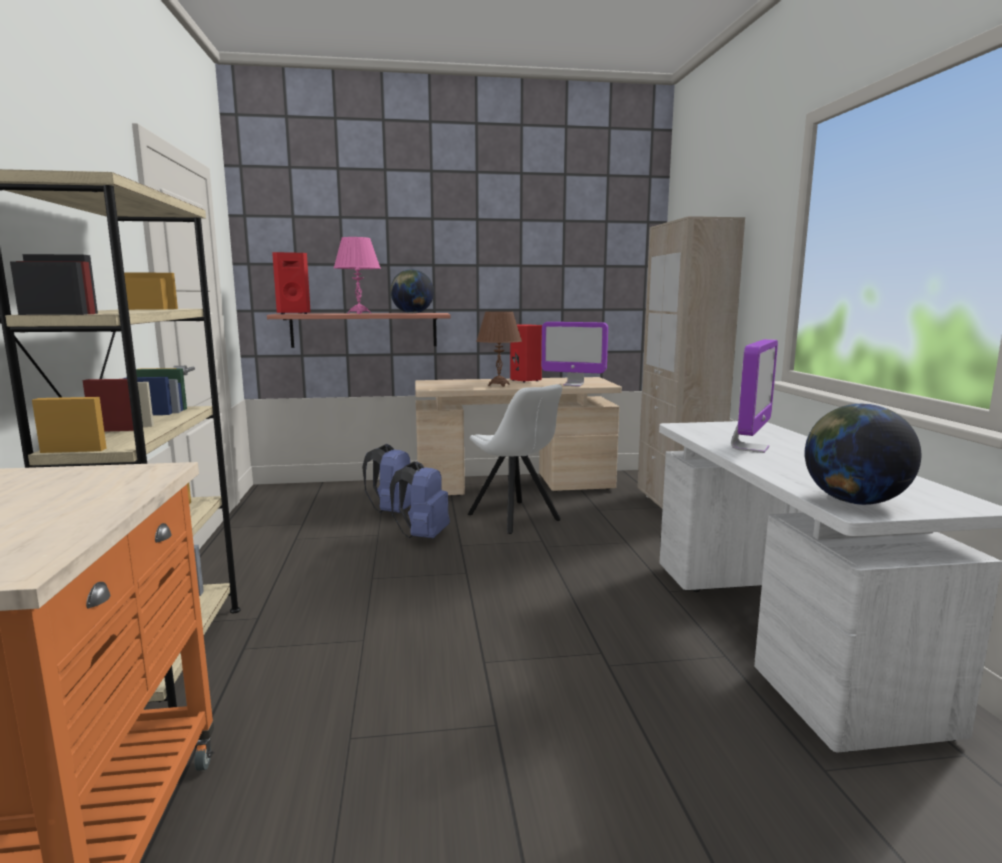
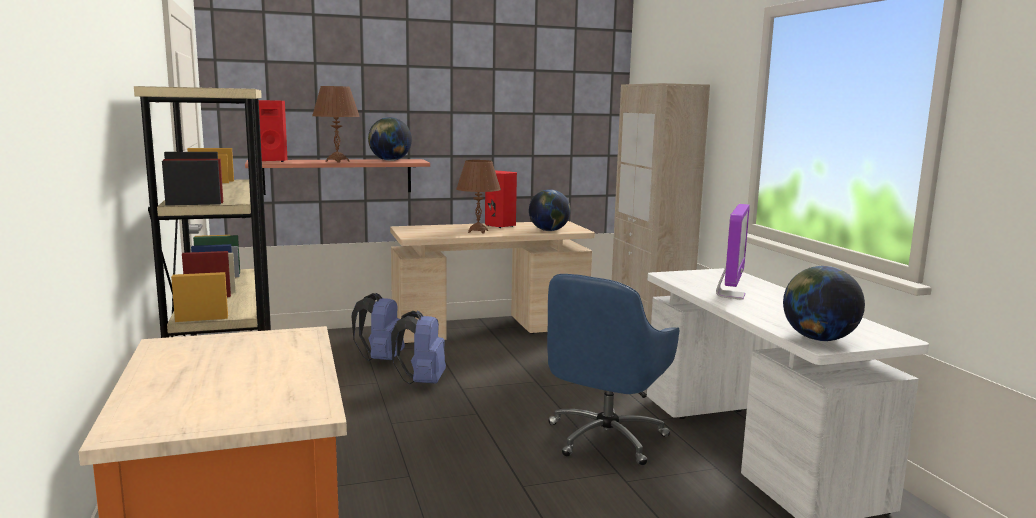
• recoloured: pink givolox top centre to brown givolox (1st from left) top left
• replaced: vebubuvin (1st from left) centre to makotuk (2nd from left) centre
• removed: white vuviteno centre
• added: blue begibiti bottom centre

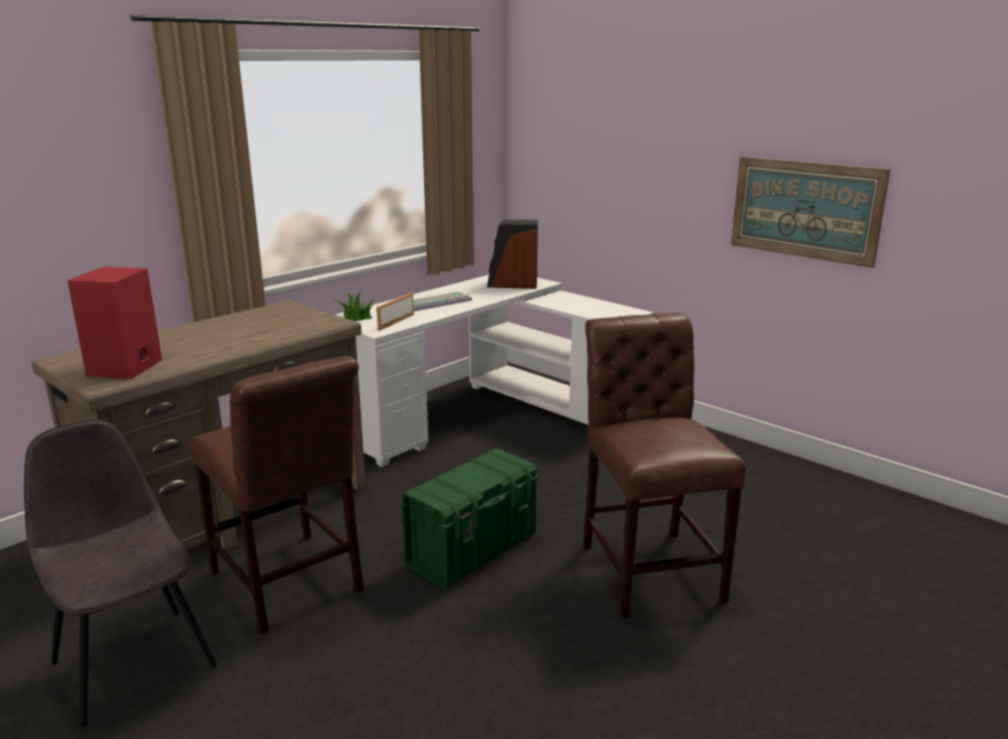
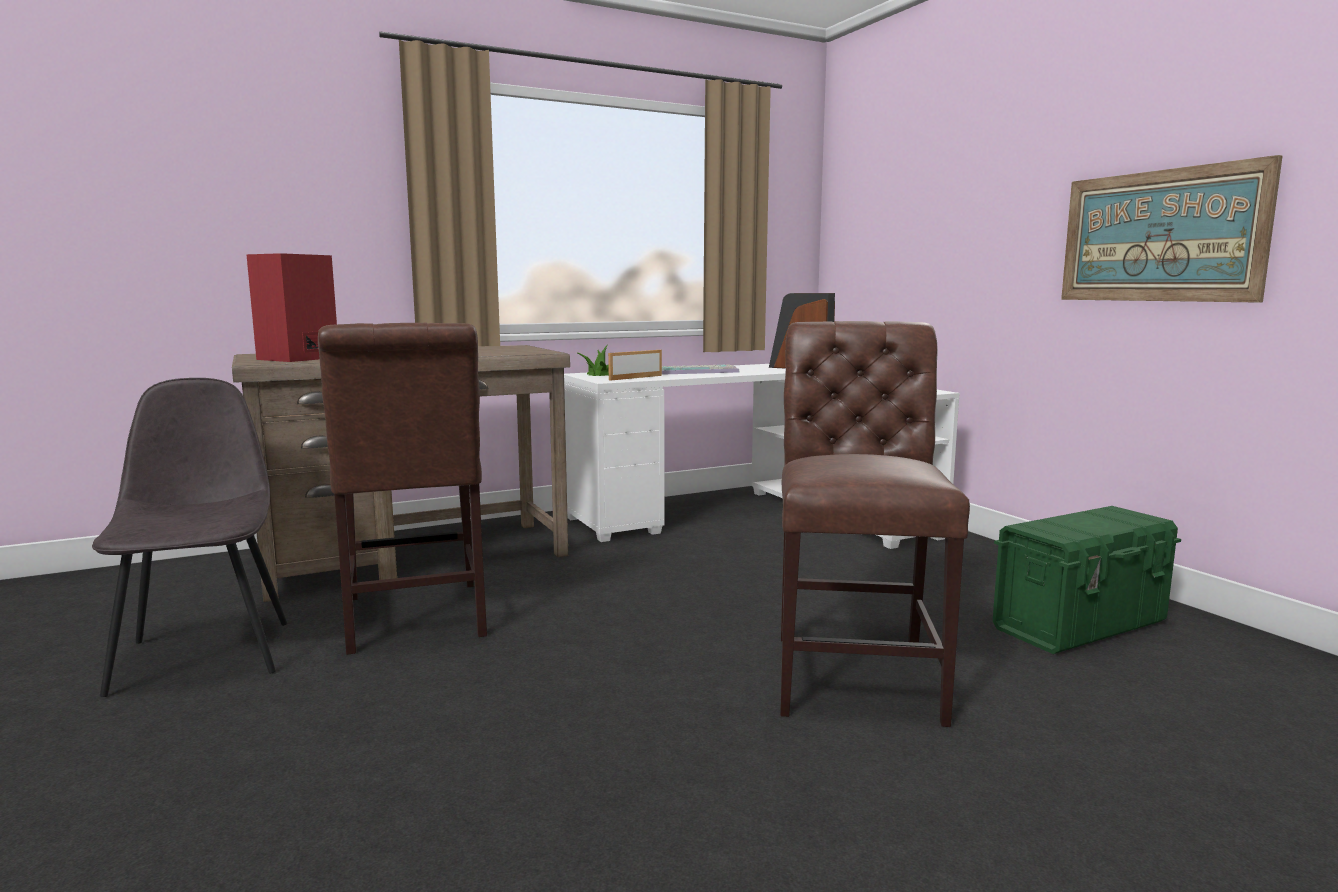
• moved: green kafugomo bottom centre to middle right

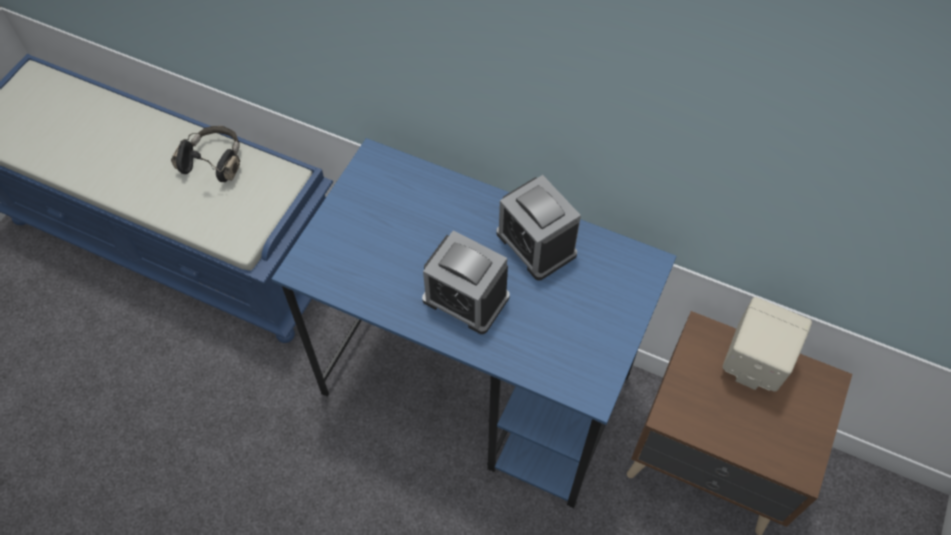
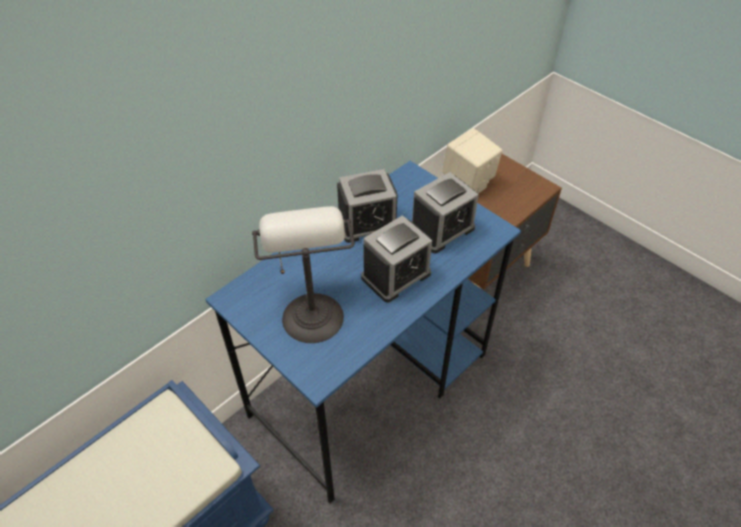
• removed: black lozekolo top left
• added: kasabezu (3rd from left) centre
• added: givolox centre

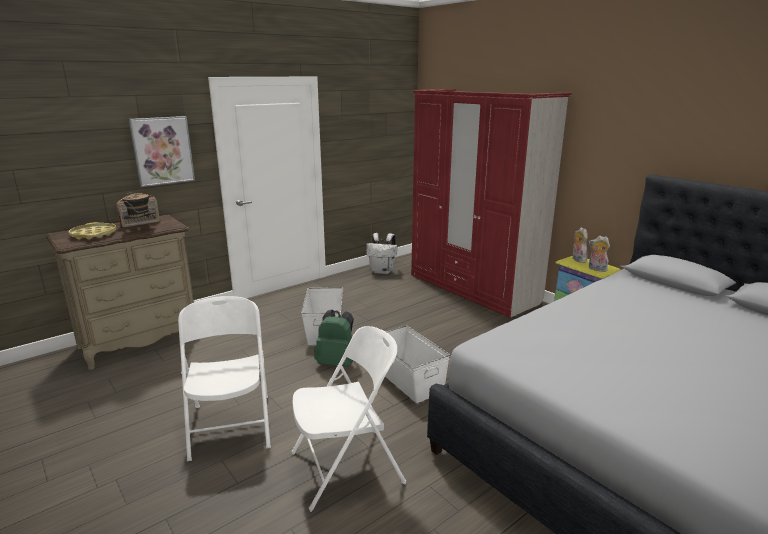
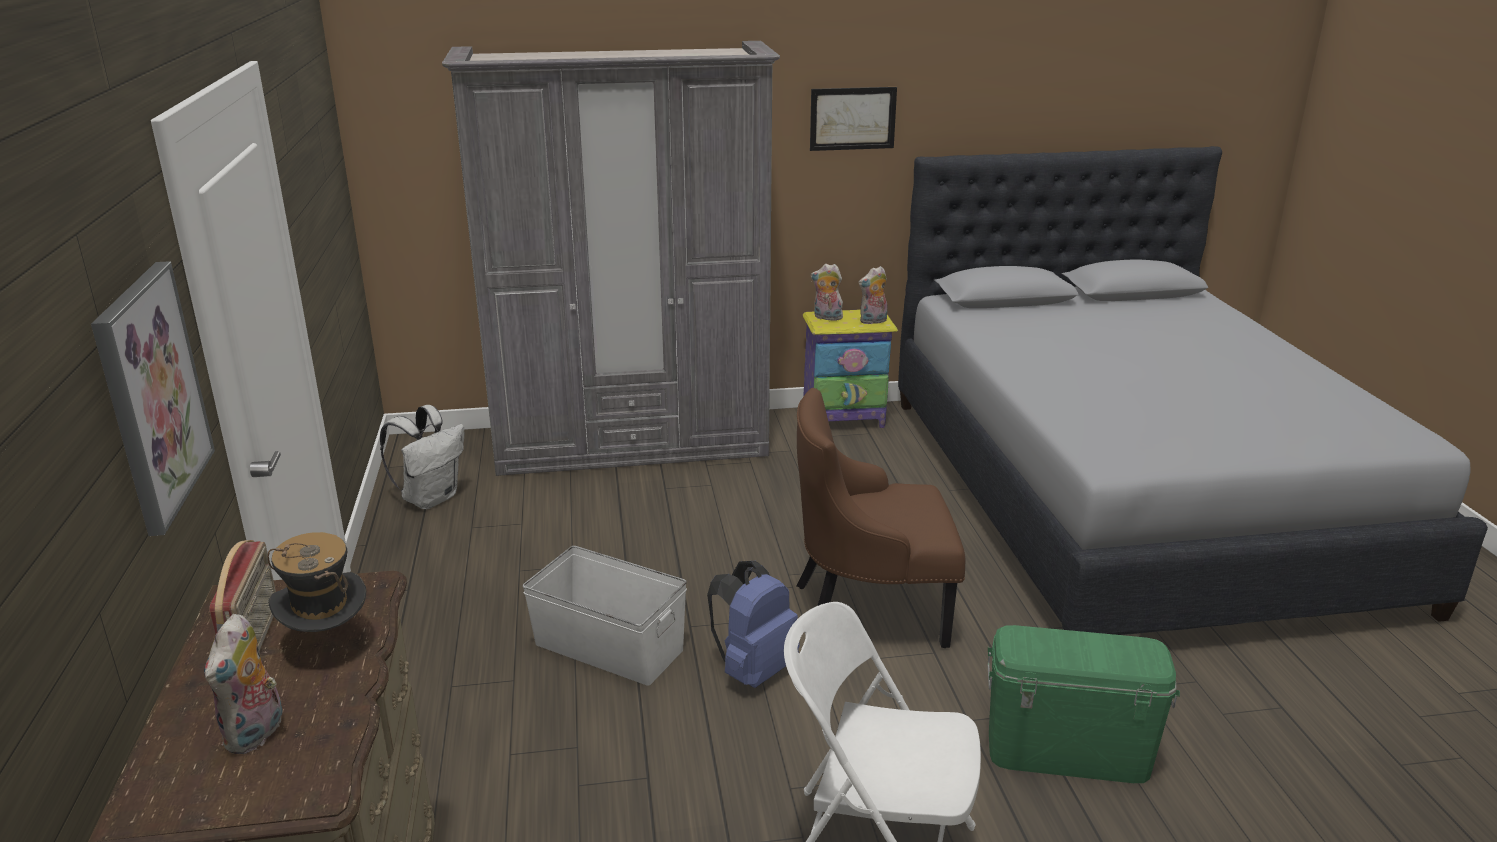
• recoloured: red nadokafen centre to grey nadokafen top centre
• replaced: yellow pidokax middle left to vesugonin (1st from left) bottom left
• recoloured: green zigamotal centre to blue zigamotal bottom centre
• replaced: white vuviteno (2nd from left) bottom centre to green kafugomo bottom right
• replaced: white kafugomo (2nd from left) bottom centre to brown vuviteno centre
• added: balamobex (2nd from left) top centre

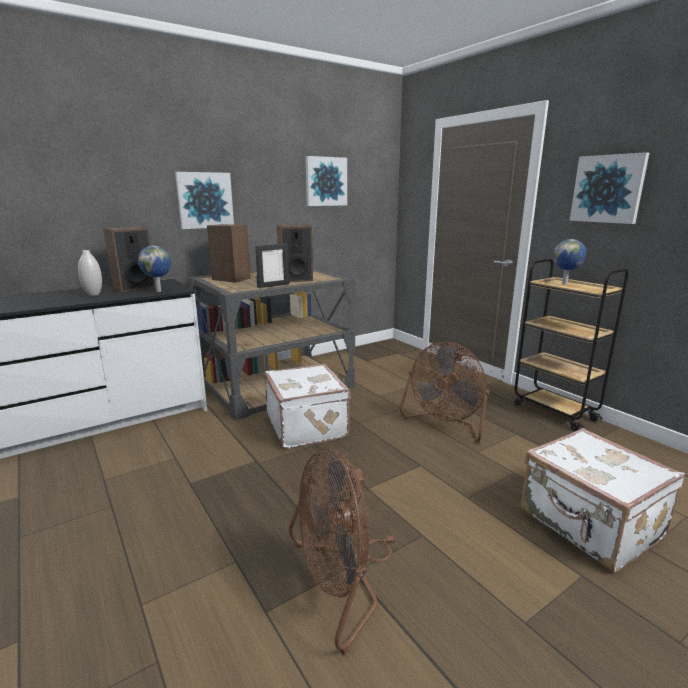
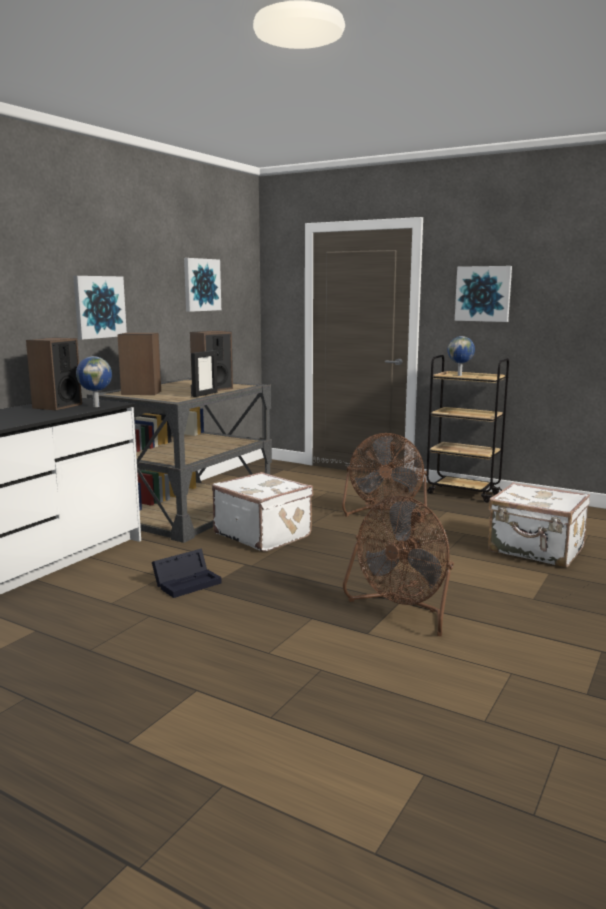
• removed: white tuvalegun middle left
• added: black kafugomo middle left

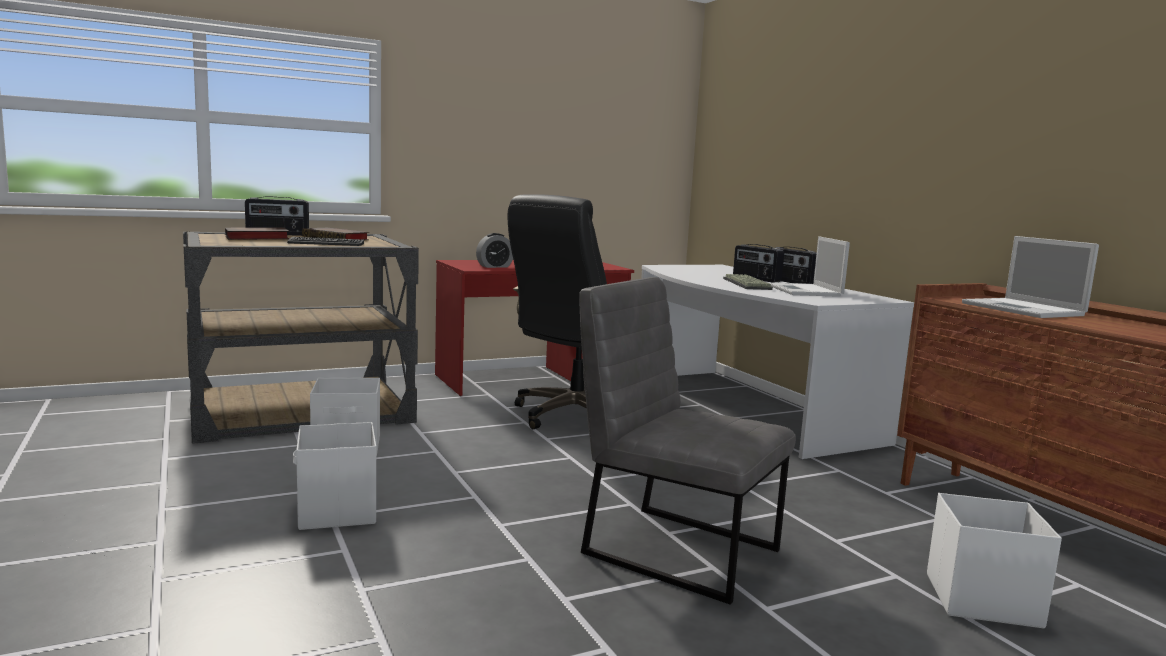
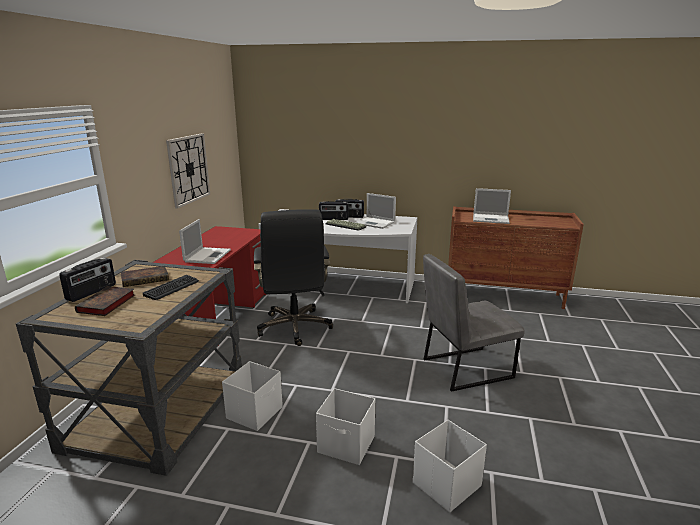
• replaced: kasabezu centre to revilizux (1st from left) middle left
• moved: white kafugomo (3rd from left) bottom right to bottom centre
• added: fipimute top left

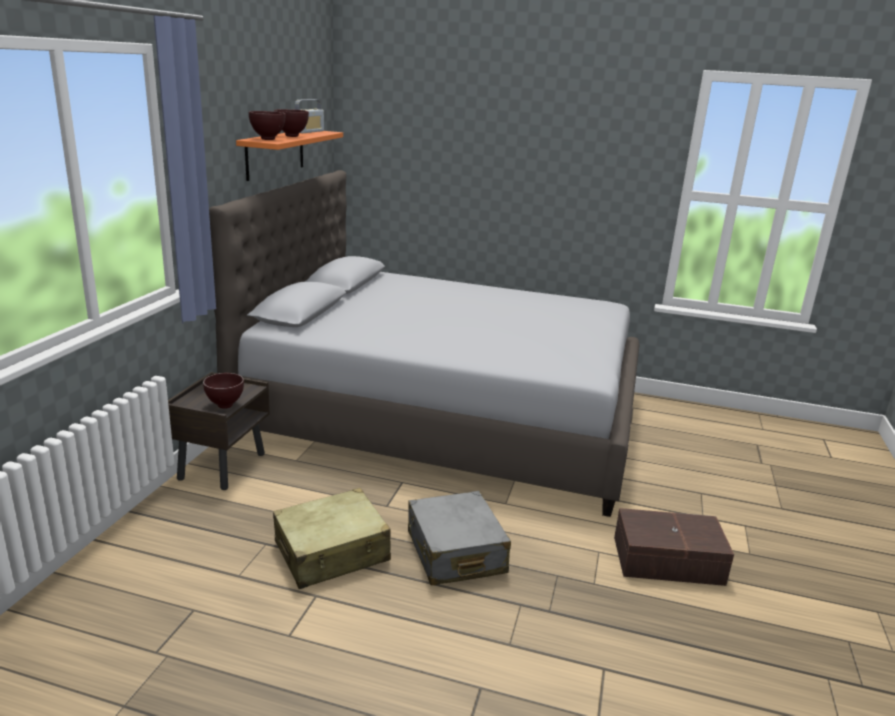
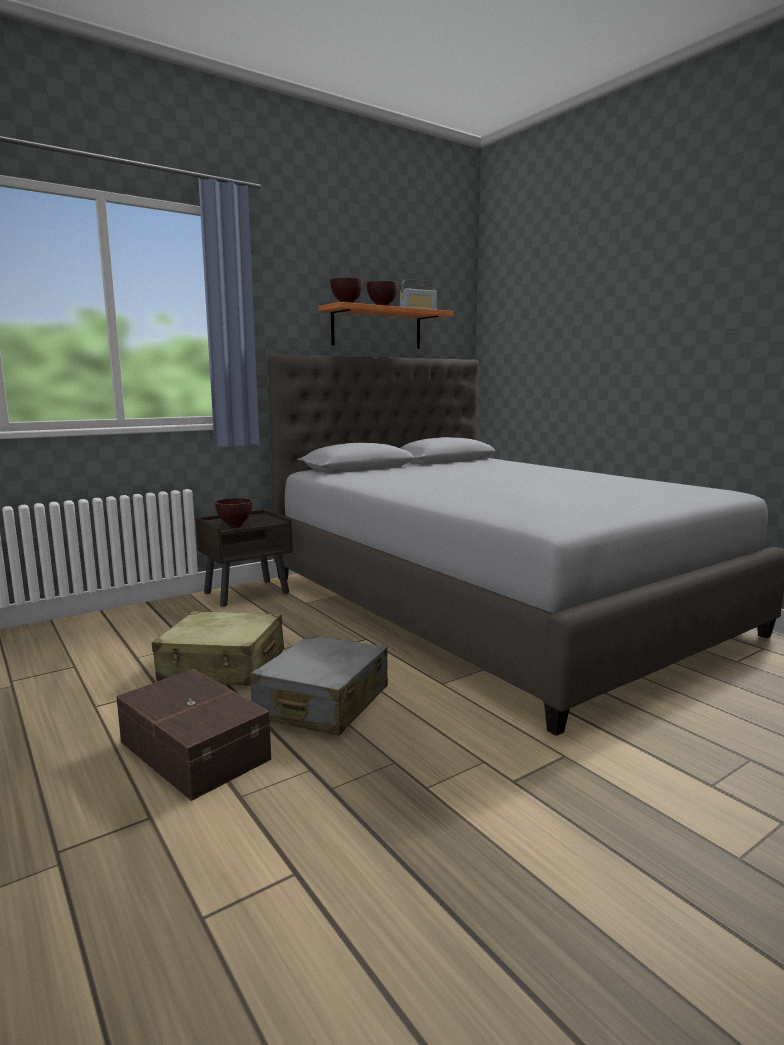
• moved: brown kafugomo bottom right to bottom left

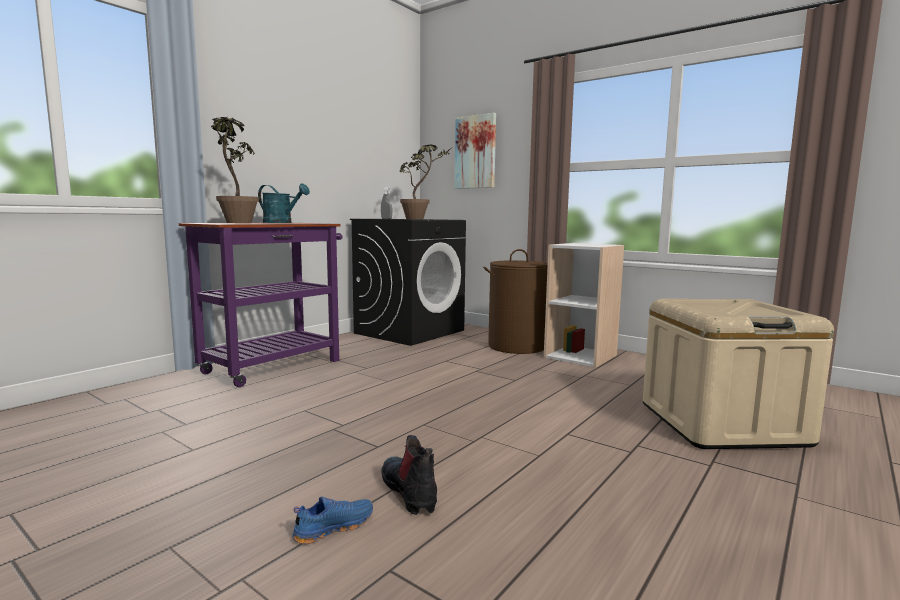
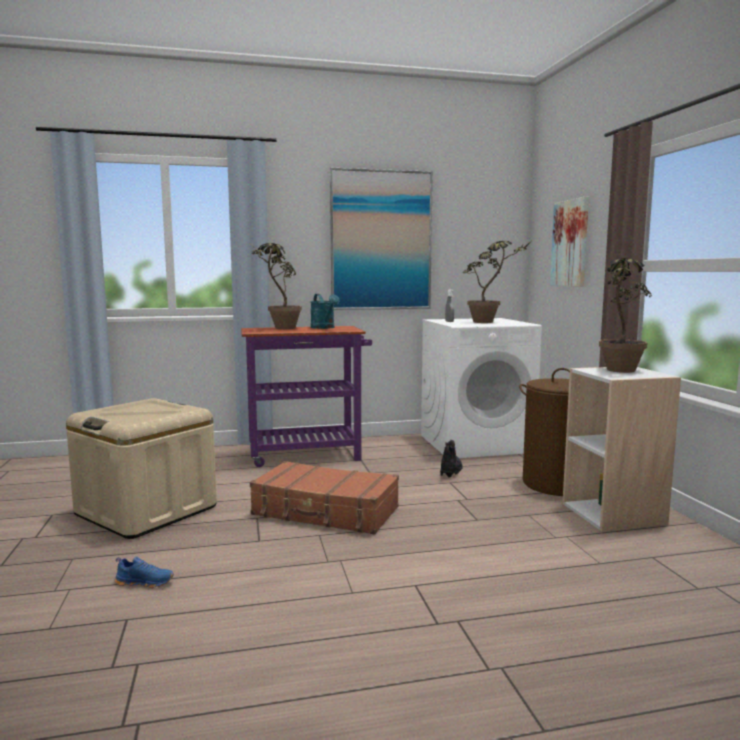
• recoloured: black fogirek centre to white fogirek centre
• moved: beige kafugomo middle right to middle left
• moved: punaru bottom centre to centre
• added: balamobex (1st from left) top centre
• added: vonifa (3rd from left) middle right
• added: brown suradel bottom centre

